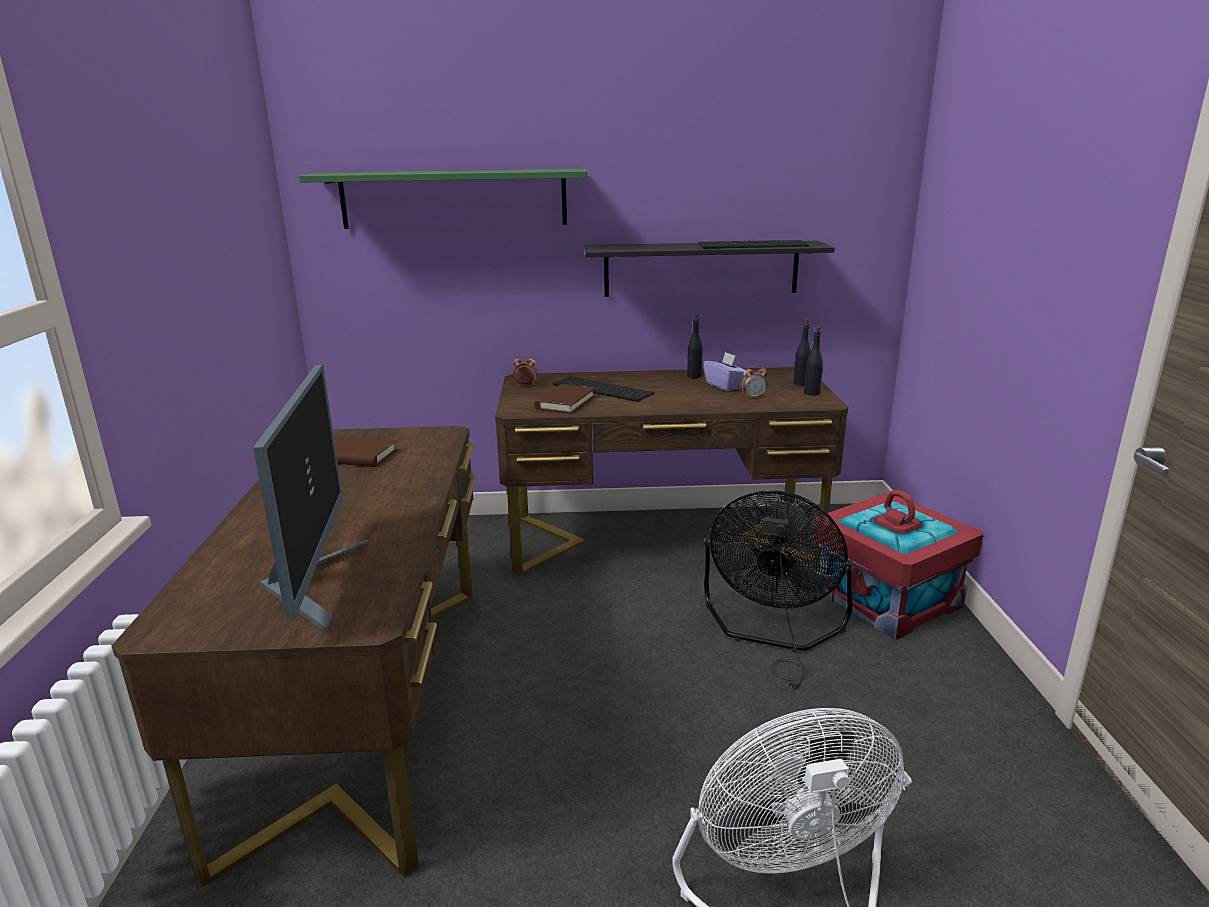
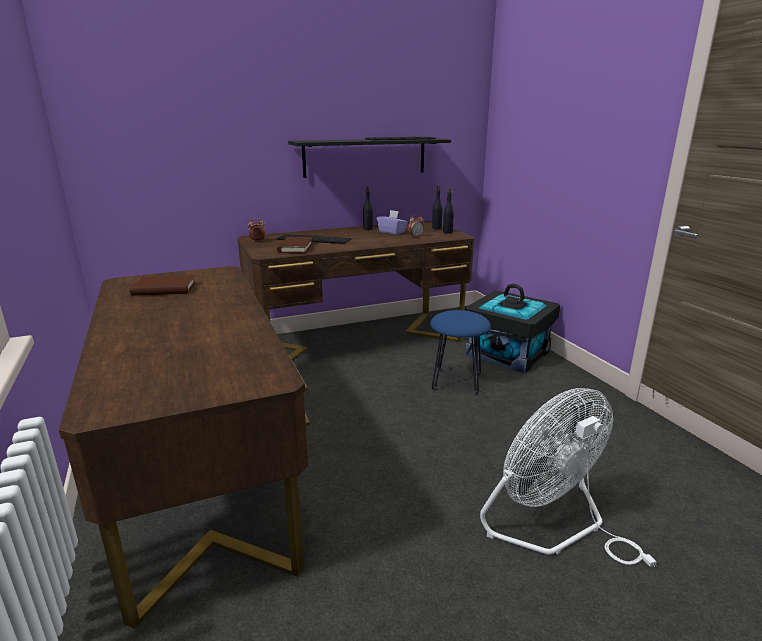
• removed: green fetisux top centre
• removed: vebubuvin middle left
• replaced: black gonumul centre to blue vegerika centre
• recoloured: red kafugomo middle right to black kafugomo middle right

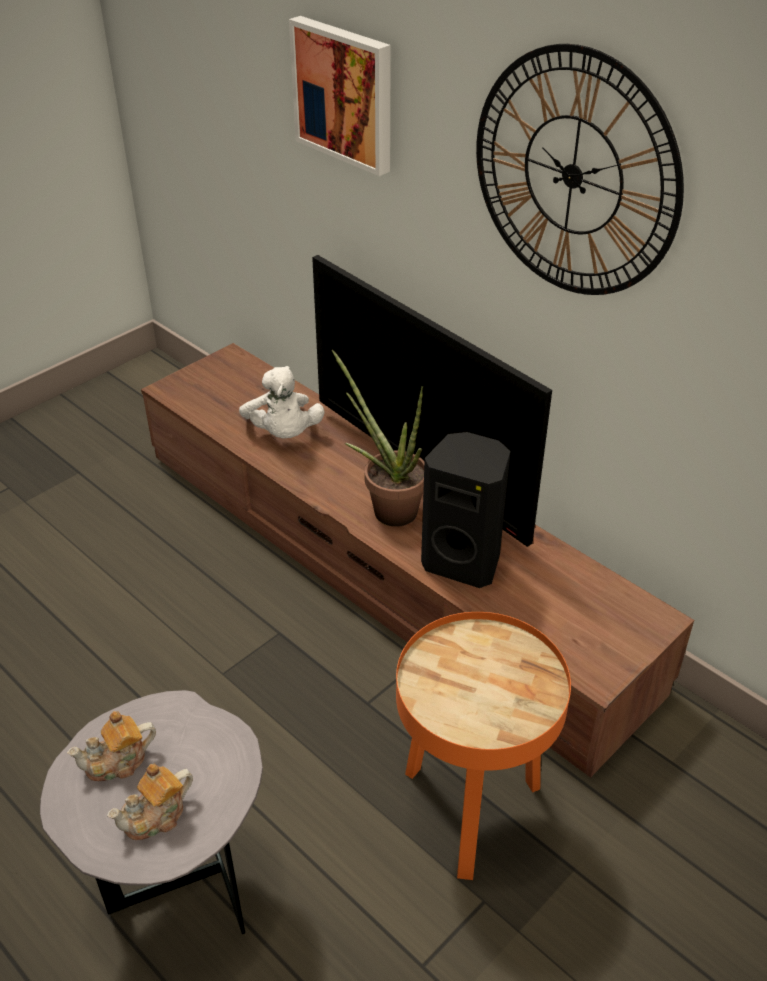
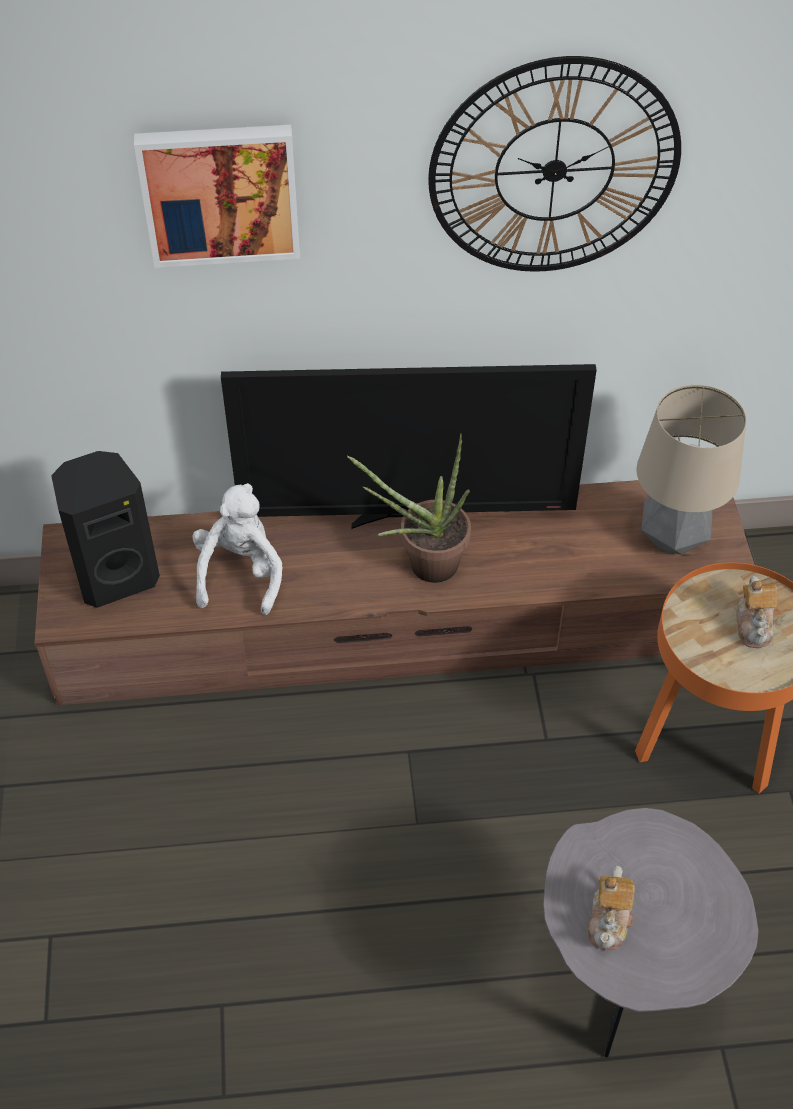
• turned: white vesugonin centre = middle left 105 degrees counterclockwise
• moved: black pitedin centre to middle left
• moved: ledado (2nd from left) bottom left to middle right
• added: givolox middle right

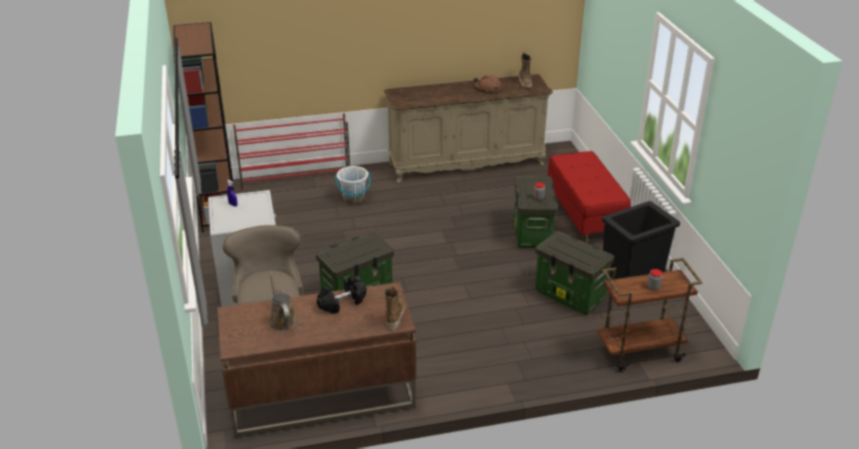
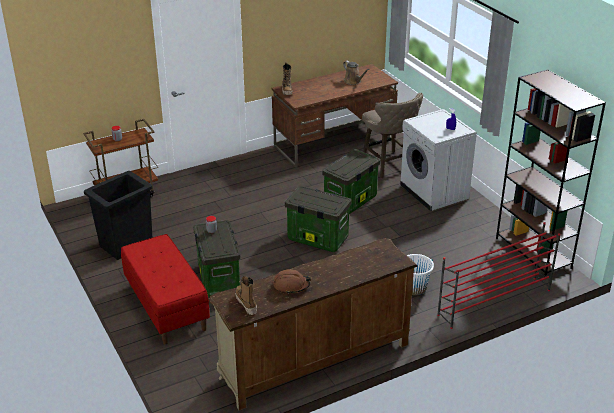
• moved: kafugomo (3rd from left in the first image) middle right to kafugomo (2nd from left) centre
• removed: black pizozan centre

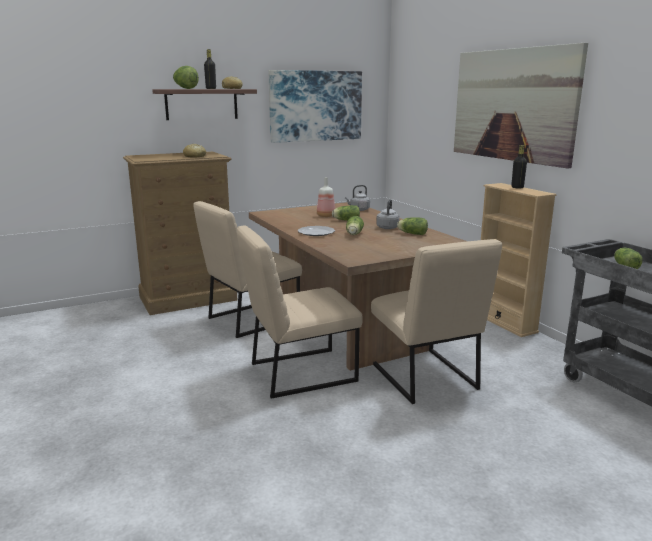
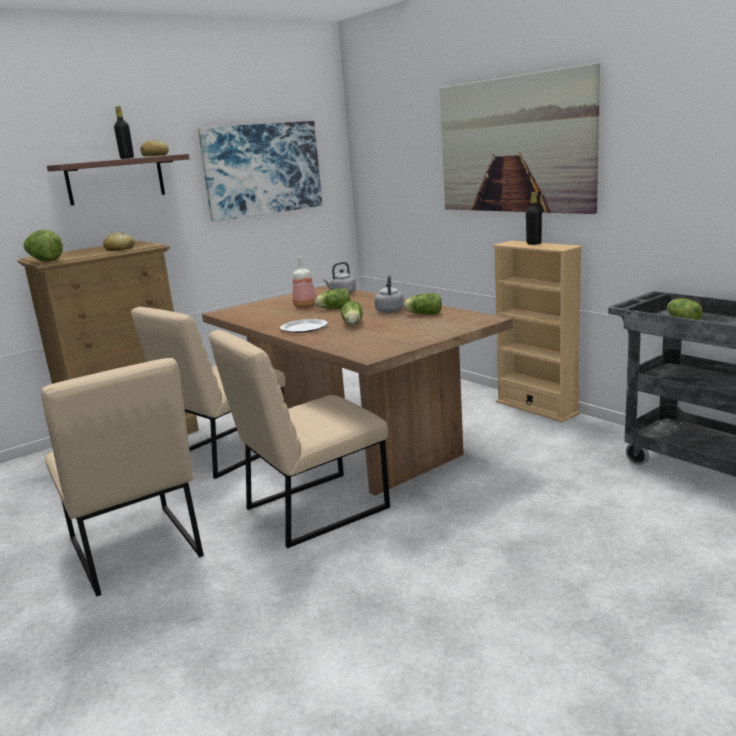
• moved: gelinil (1st from left) top left to middle left
• moved: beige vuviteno (3rd from left in the first image) middle right to beige vuviteno (1st from left) middle left

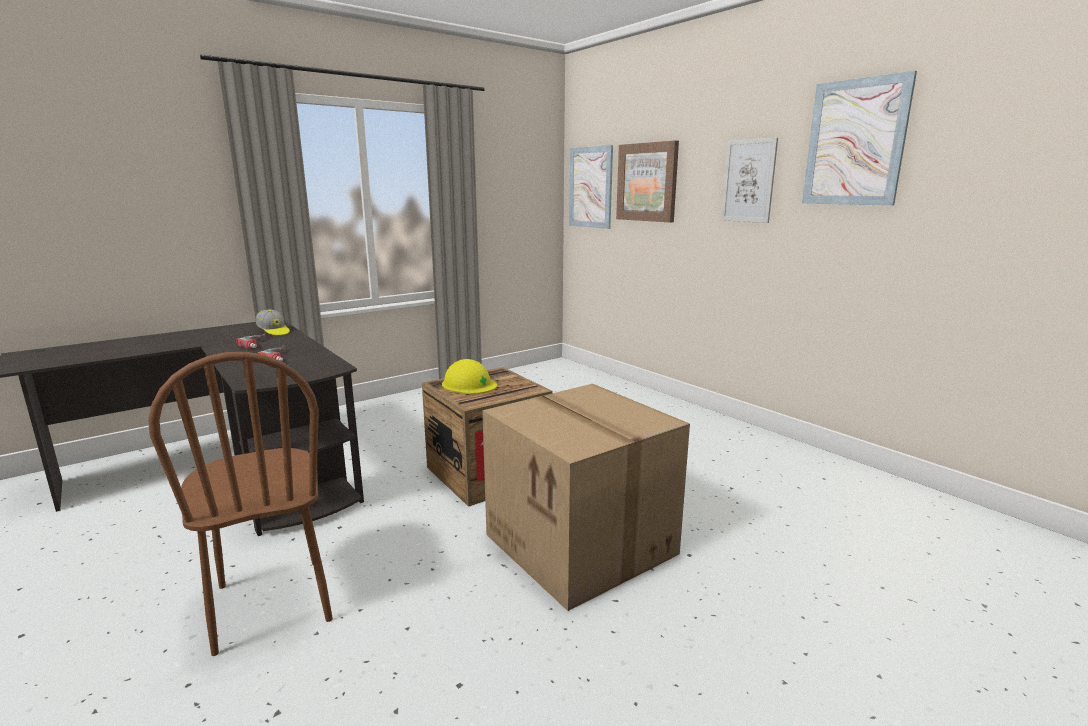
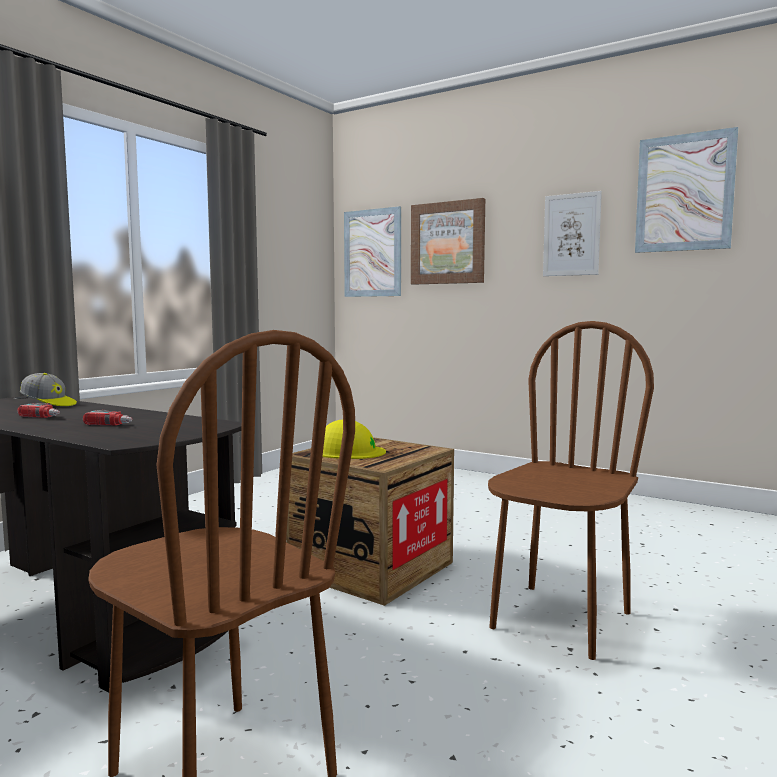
• replaced: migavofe bottom centre to brown vuviteno (2nd from left) middle right

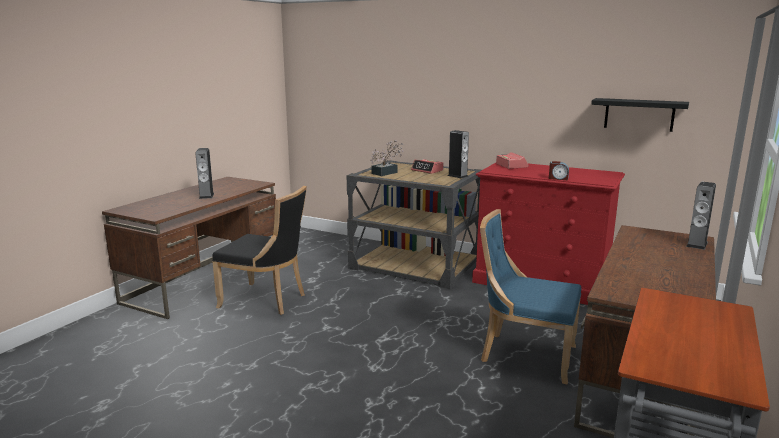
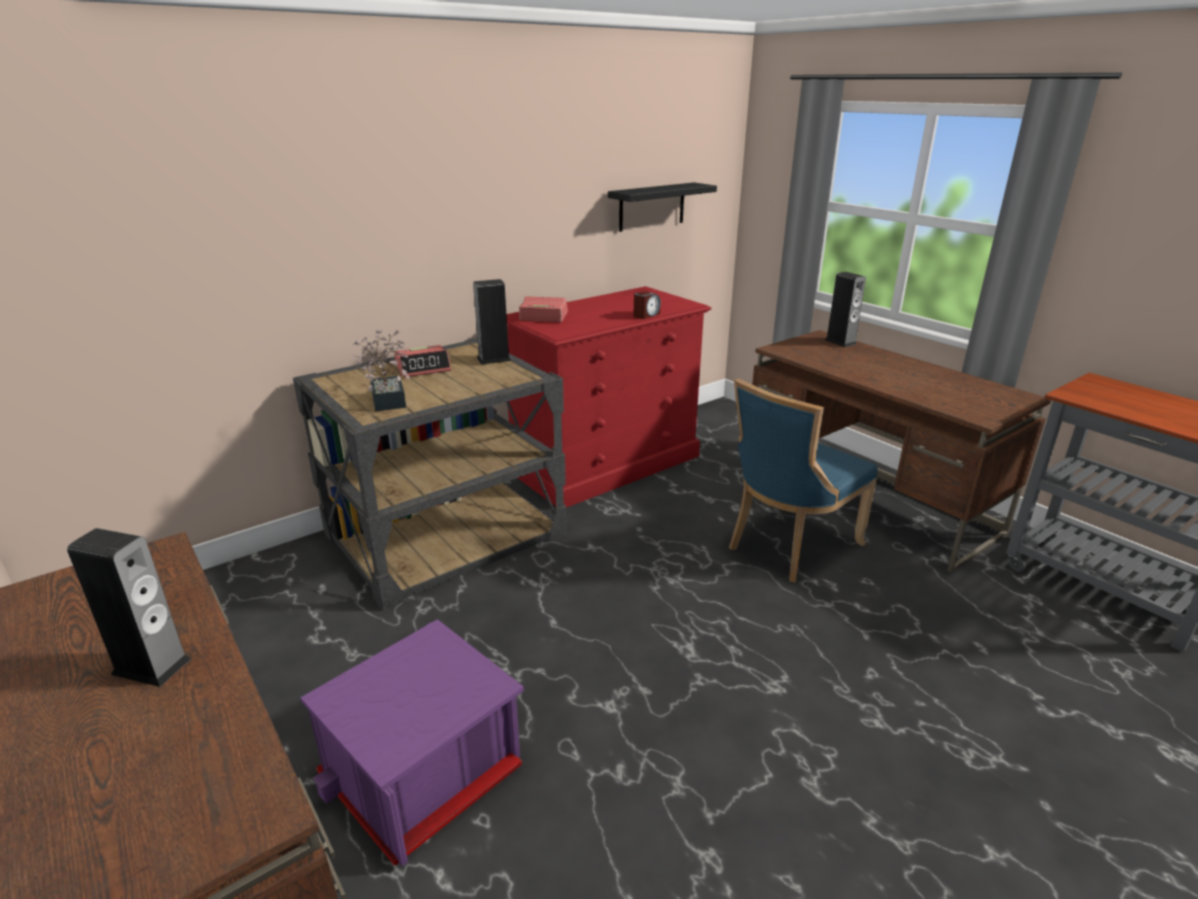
• replaced: black vuviteno middle left to purple kafugomo bottom centre

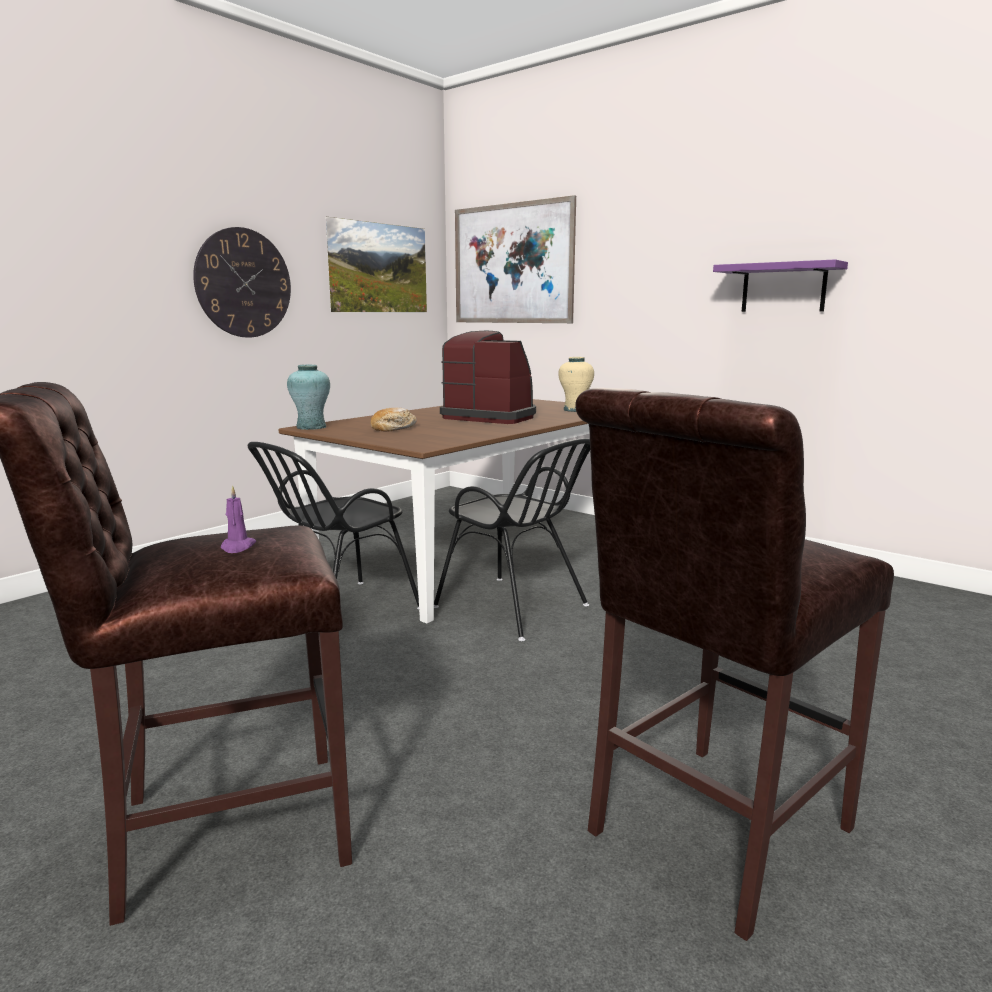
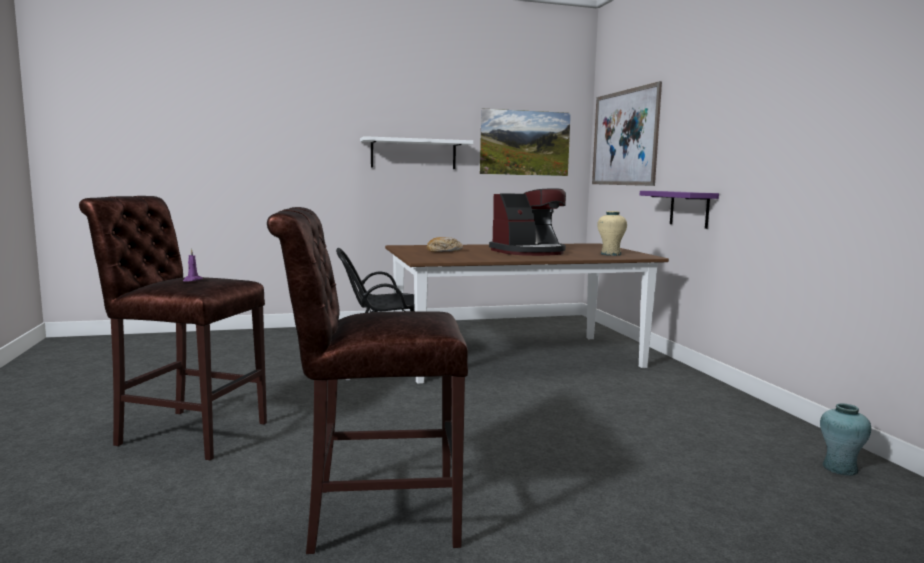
• replaced: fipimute top left to white fetisux top centre
• moved: purple fetisux top right to middle right
• turned: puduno centre = centre 90 degrees clockwise
• moved: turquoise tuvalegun middle left to bottom right
• removed: black vuviteno (2nd from left) centre

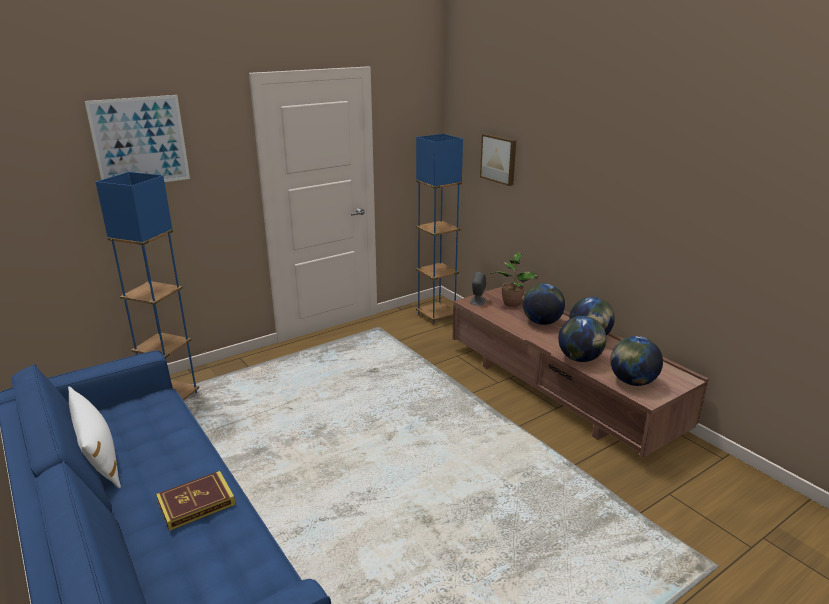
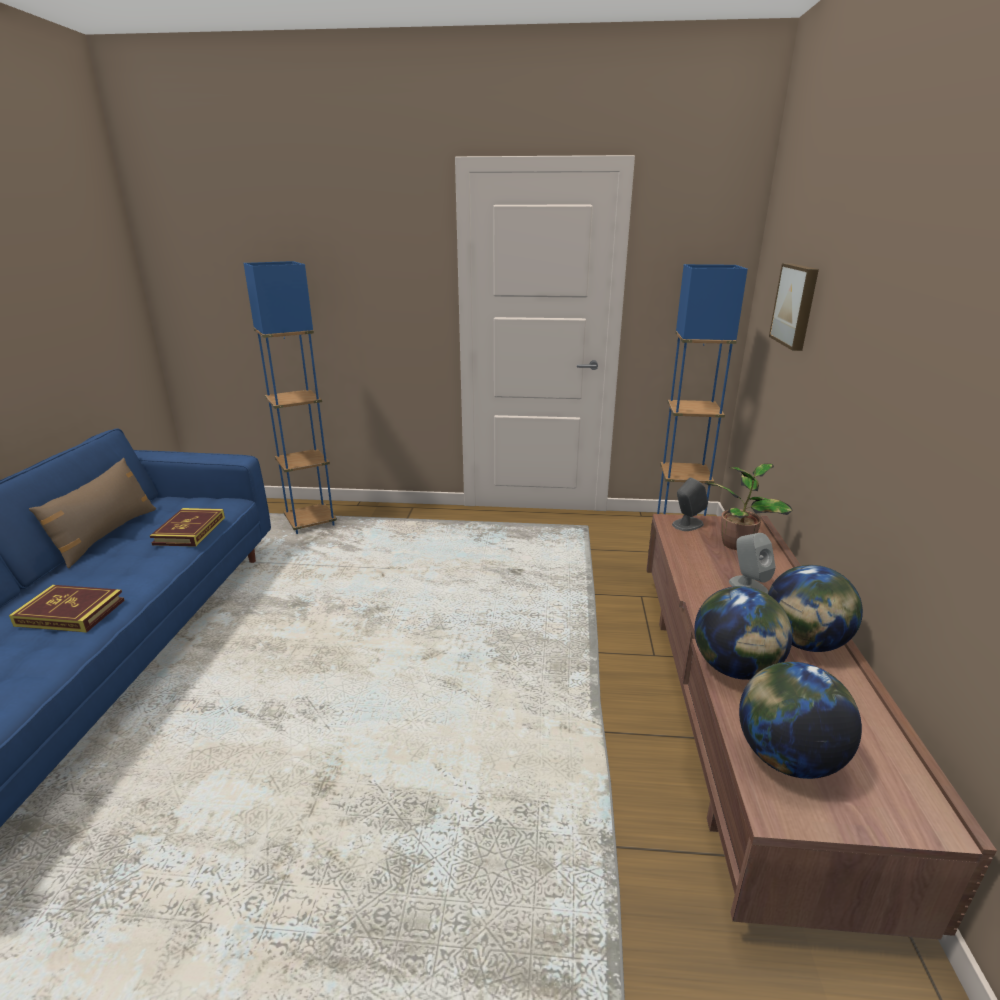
• removed: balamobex (1st from left) top left
• replaced: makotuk (1st from left) centre to grey pitedin (2nd from left) middle right
• recoloured: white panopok bottom left to brown panopok middle left
• added: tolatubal (2nd from left) middle left

